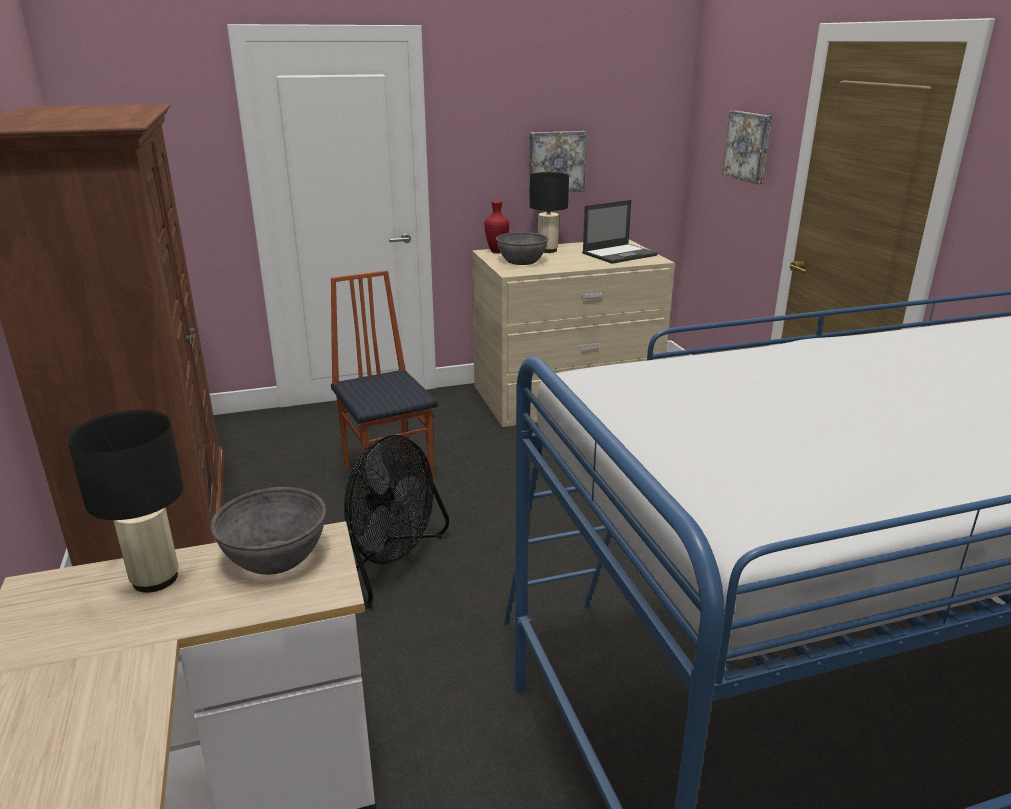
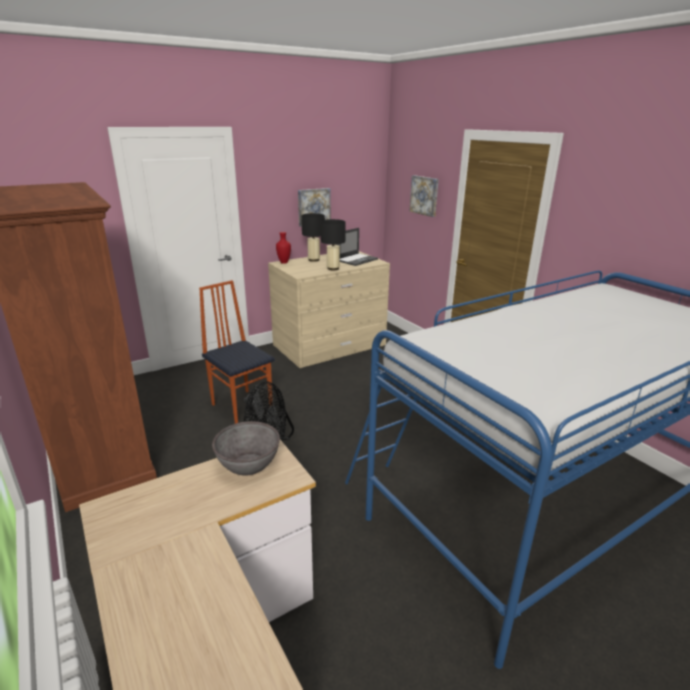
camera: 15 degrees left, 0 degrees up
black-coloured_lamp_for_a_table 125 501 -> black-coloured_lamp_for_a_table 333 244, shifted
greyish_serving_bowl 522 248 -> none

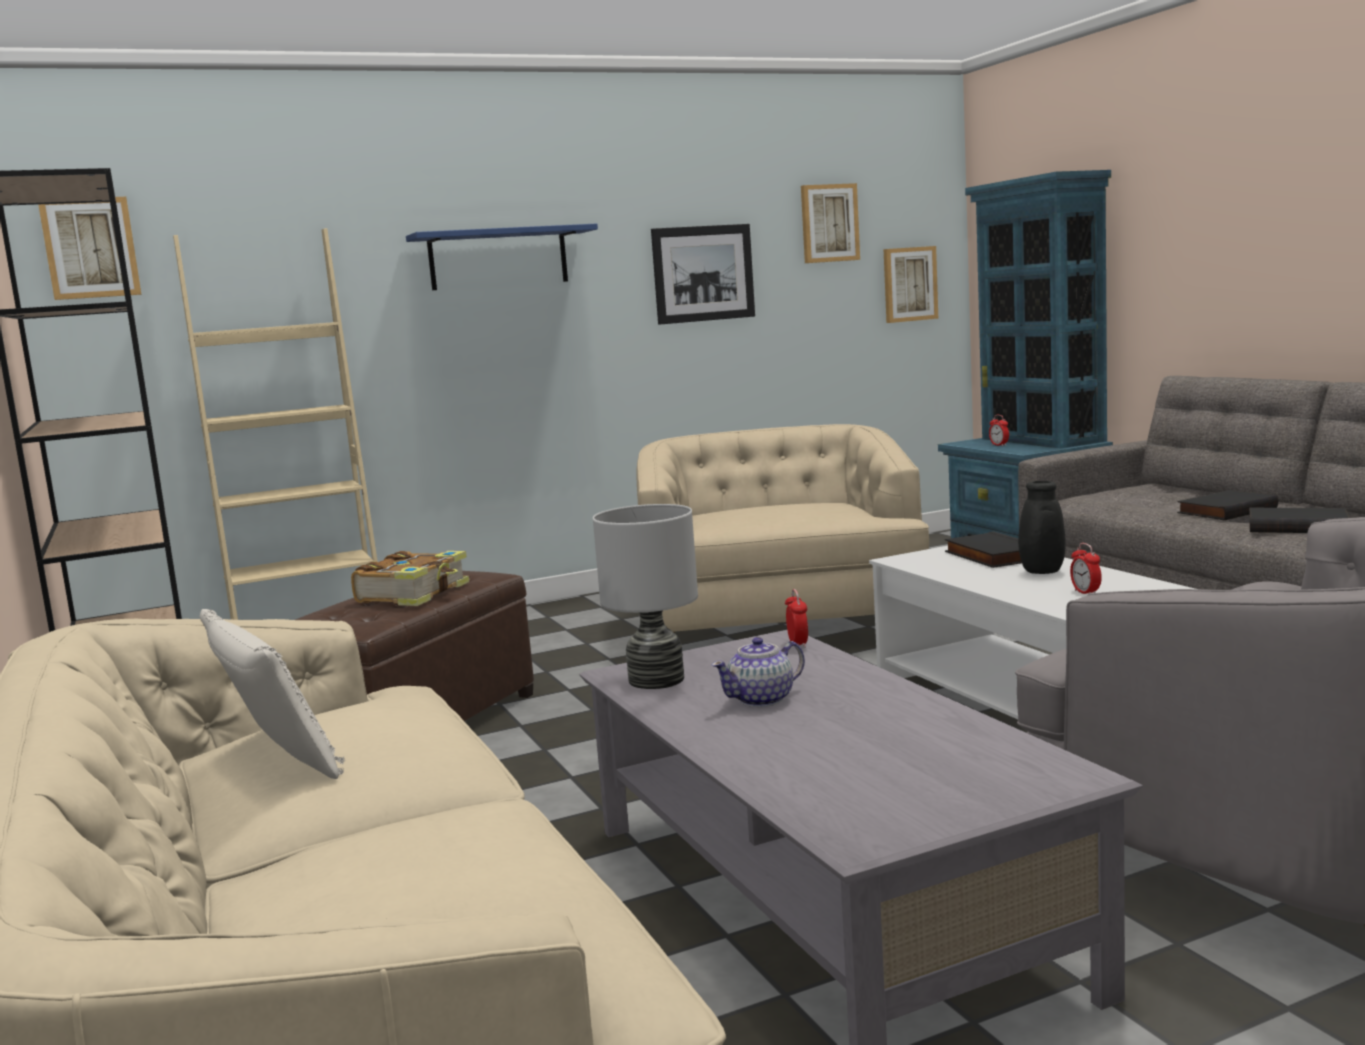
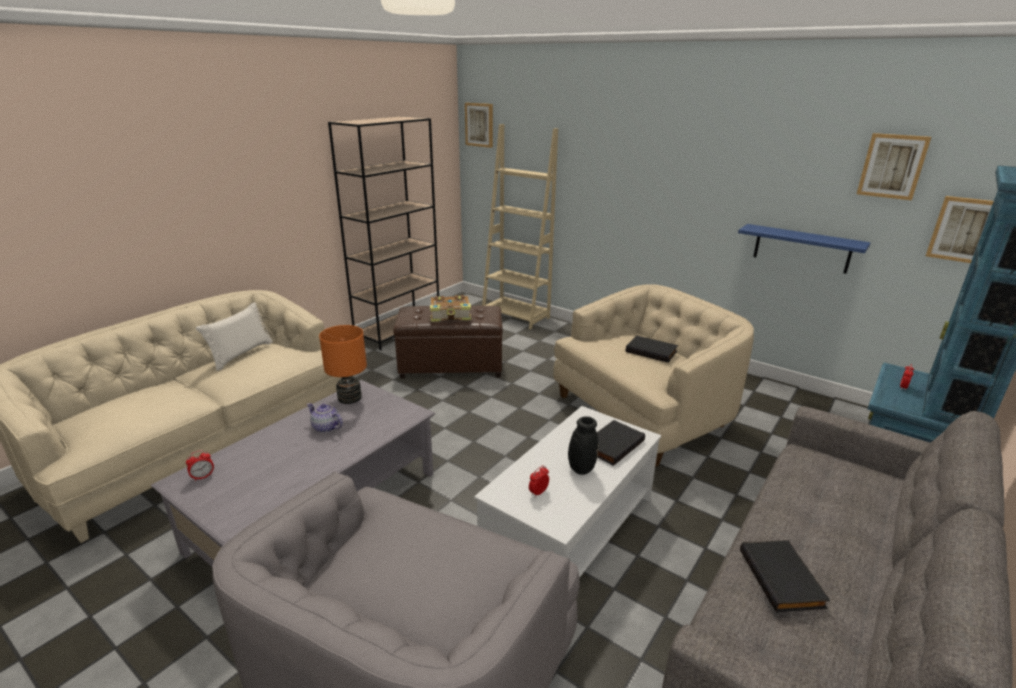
camera: 60 degrees right, 15 degrees up
bluish_shelf 502 256 -> bluish_shelf 804 249, shifted
greyish_lamp_for_a_table 645 596 -> orange-coloured_lamp_for_a_table 343 364
wall_art 703 274 -> none
table_clock 796 618 -> table_clock 200 465, shifted
black-coloured_bound_book 1227 505 -> black-coloured_bound_book 652 349, shifted

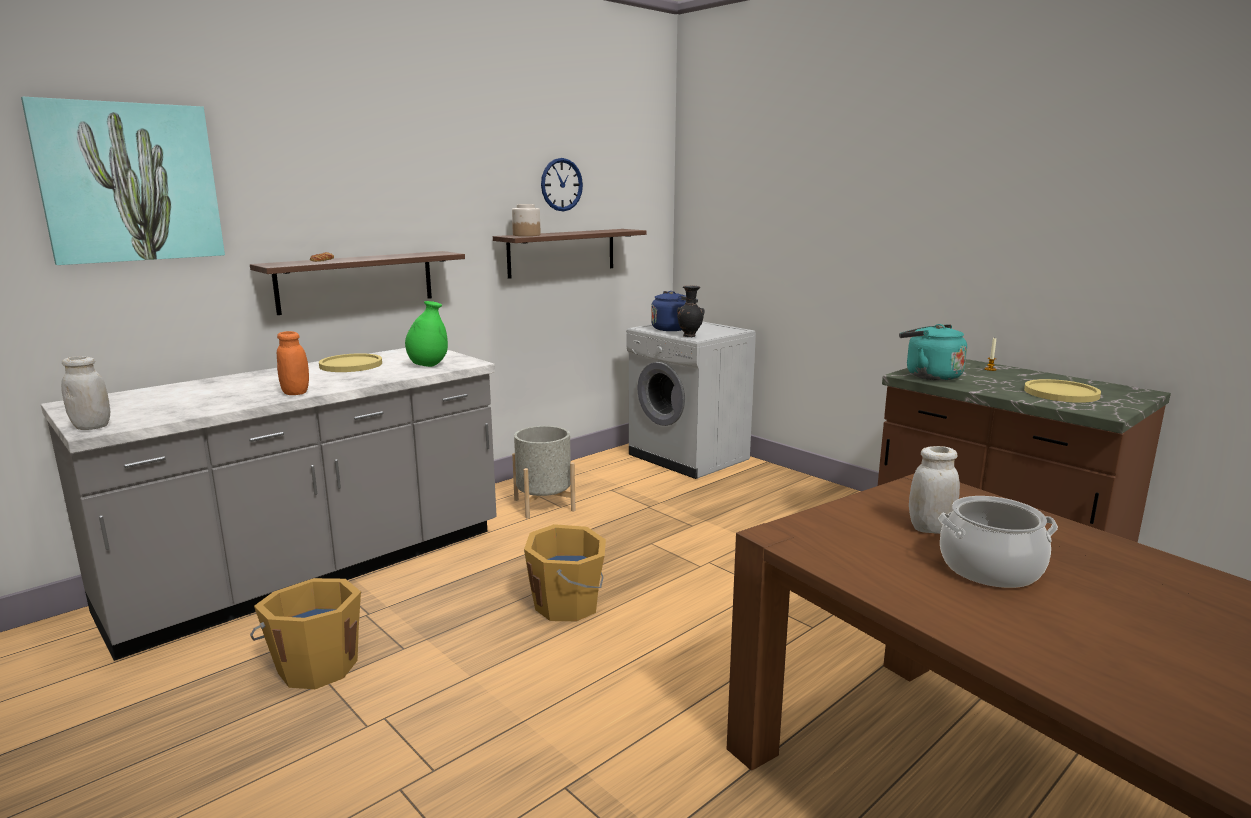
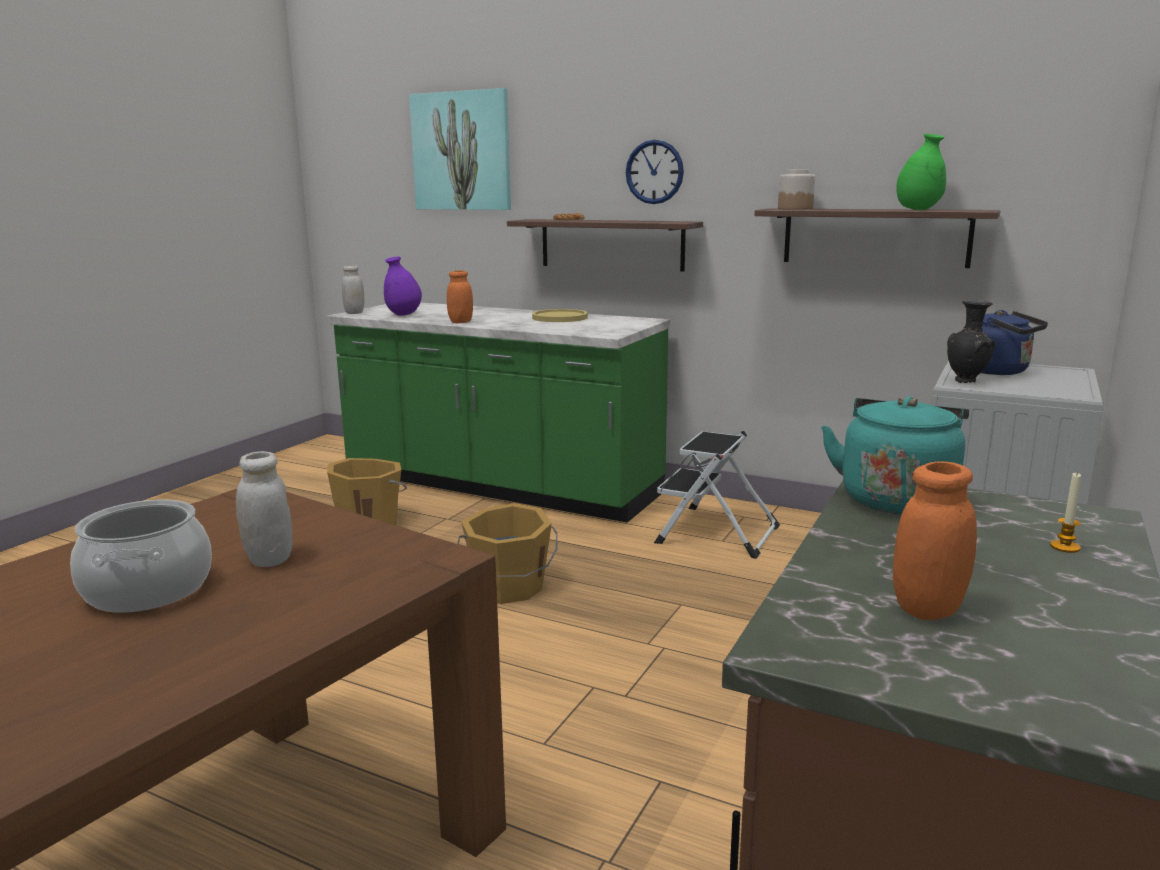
camera: 70 degrees right, 0 degrees up
greyish_counter 269 504 -> green-coloured_counter 498 413
green-coloured_flower_vase 426 334 -> green-coloured_flower_vase 921 172, shifted
greyish_planter 543 472 -> step_stool 717 495
clock_on_the_wall 562 184 -> clock_on_the_wall 655 172, shifted
yellow-coloured_plate 1062 391 -> orange-coloured_jar 935 540
none -> purple_flower_vase 403 286

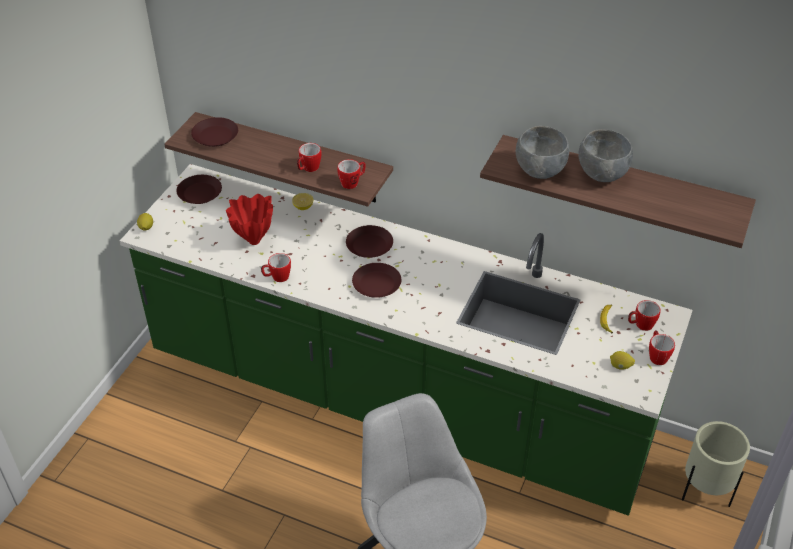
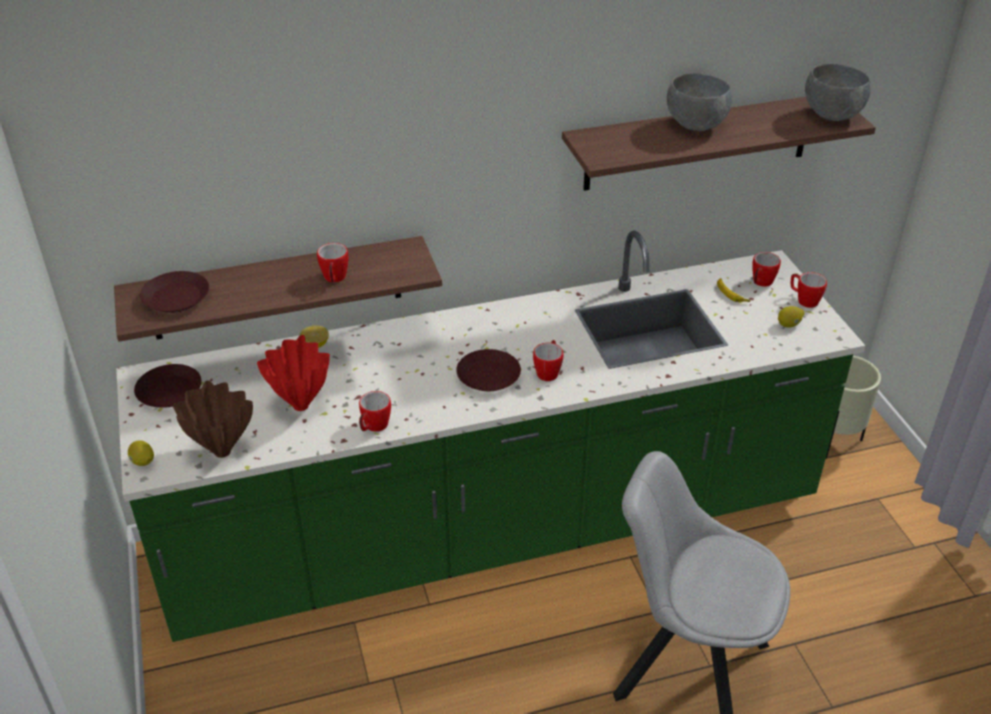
camera: 40 degrees left, 5 degrees down
coffee_mug 351 174 -> coffee_mug 548 360, shifted
brown-coloured_plate 369 241 -> none
greyish_serving_bowl 542 152 -> greyish_serving_bowl 838 92, shifted
none -> brown-coloured_flower_vase 213 419

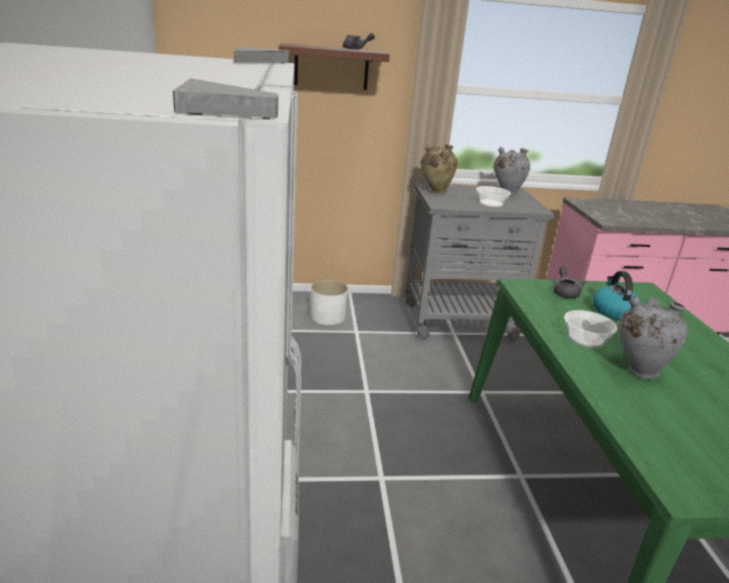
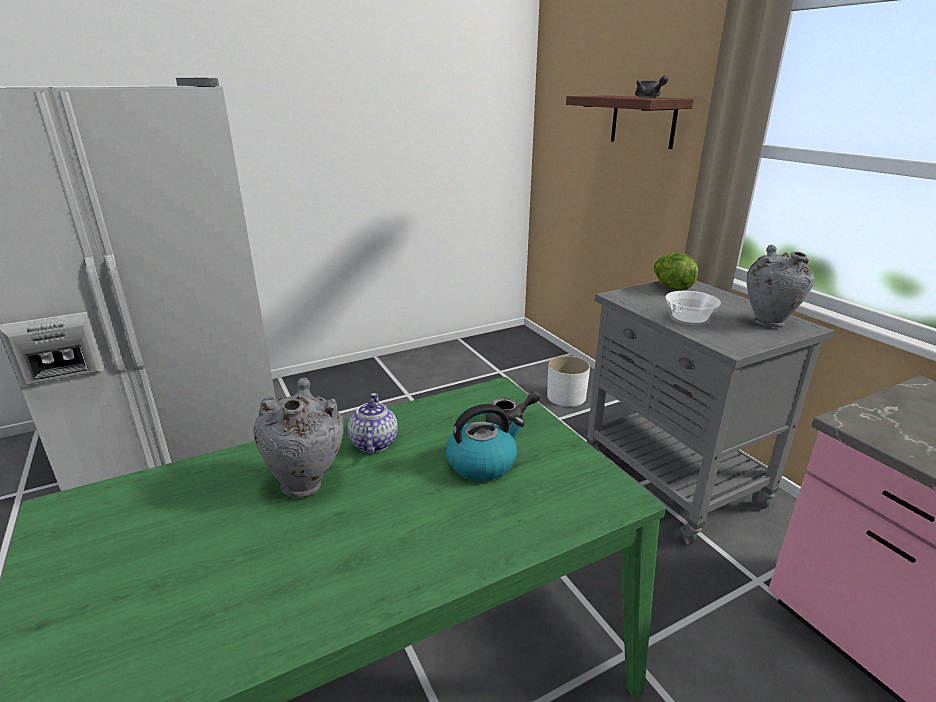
camera: 70 degrees right, 0 degrees up
beige-coloured_flower_vase 439 168 -> lettuce 676 271
serving_bowl 590 329 -> pot_for_tea 373 423

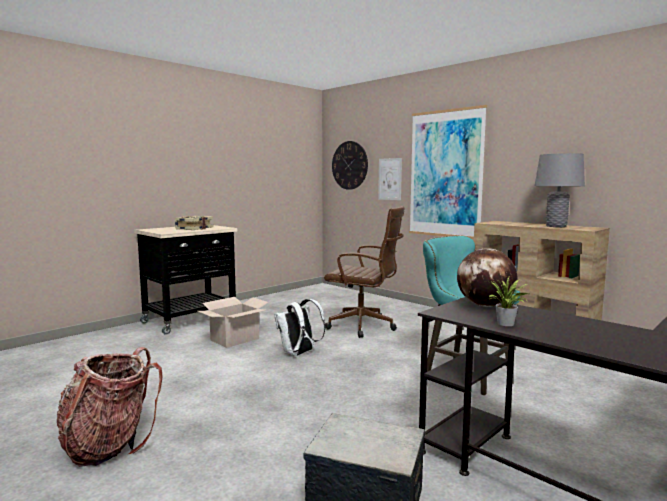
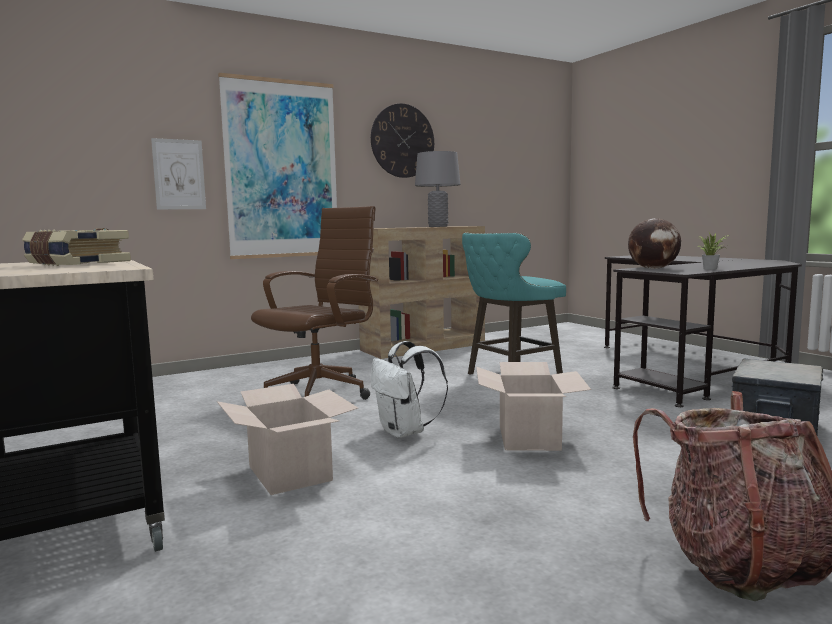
camera: 75 degrees left, 0 degrees up
clock_on_the_wall 350 165 -> clock_on_the_wall 402 141, shifted
none -> cardboard_box 533 406

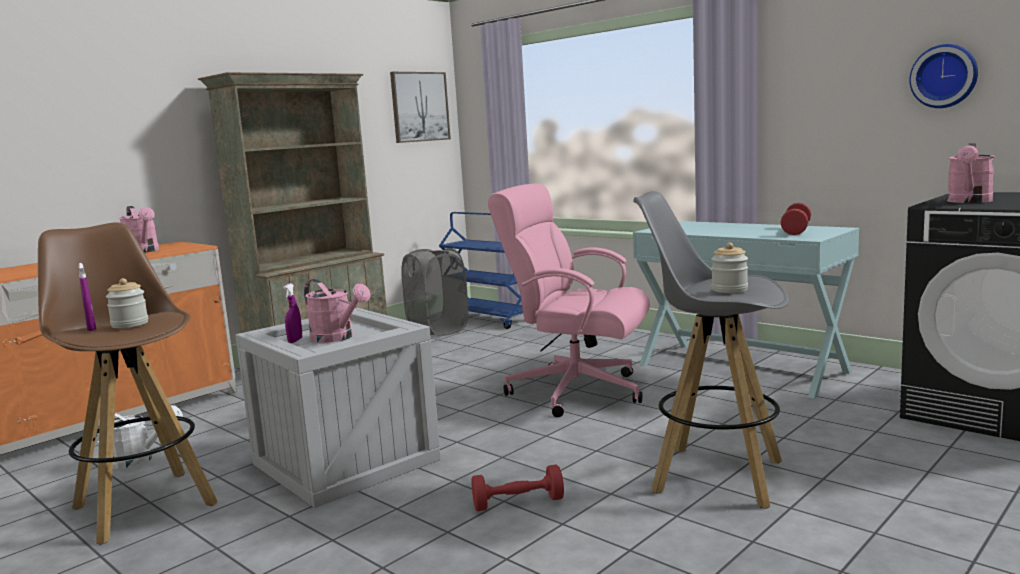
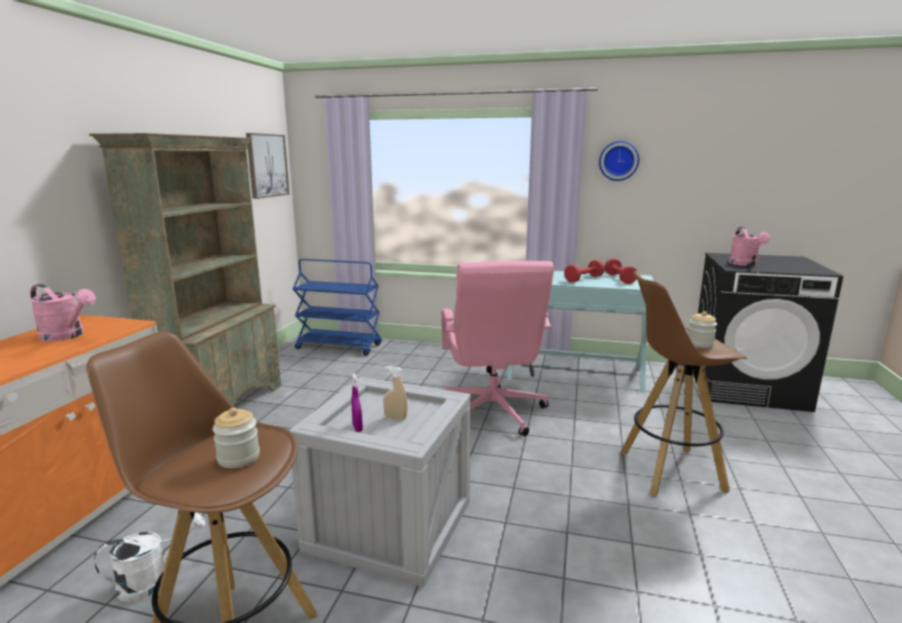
camera: 30 degrees left, 5 degrees up
purple_sprayer 87 297 -> none
pink-coloured_watering_can 337 311 -> beige-coloured_sprayer 395 393
greyish_hamper 434 292 -> none
reddish_dumbbell 517 487 -> reddish_dumbbell 584 271, shifted
pink-coloured_desk_chair 569 300 -> pink-coloured_desk_chair 497 348, 90 degrees counterclockwise
greyish_sitting_stool 711 350 -> brown-coloured_sitting_stool 683 384
clock_on_the_wall 943 76 -> clock_on_the_wall 619 161, shifted

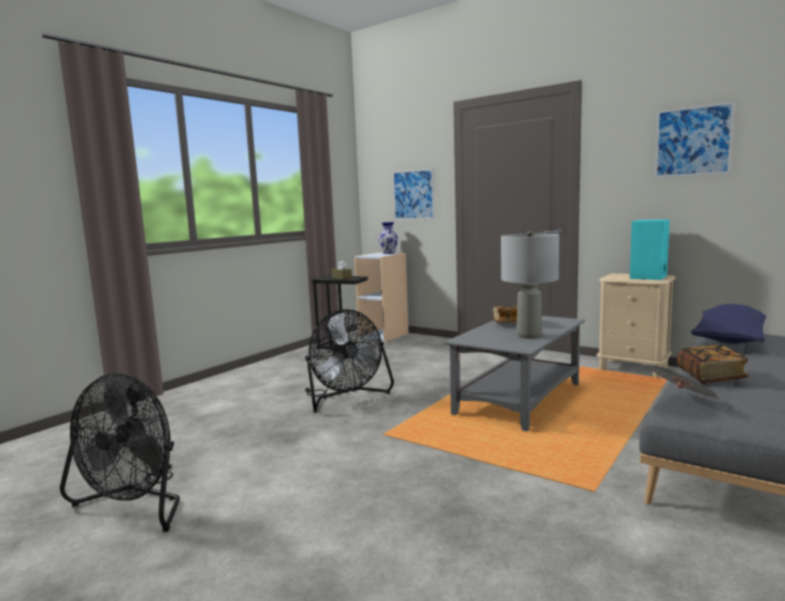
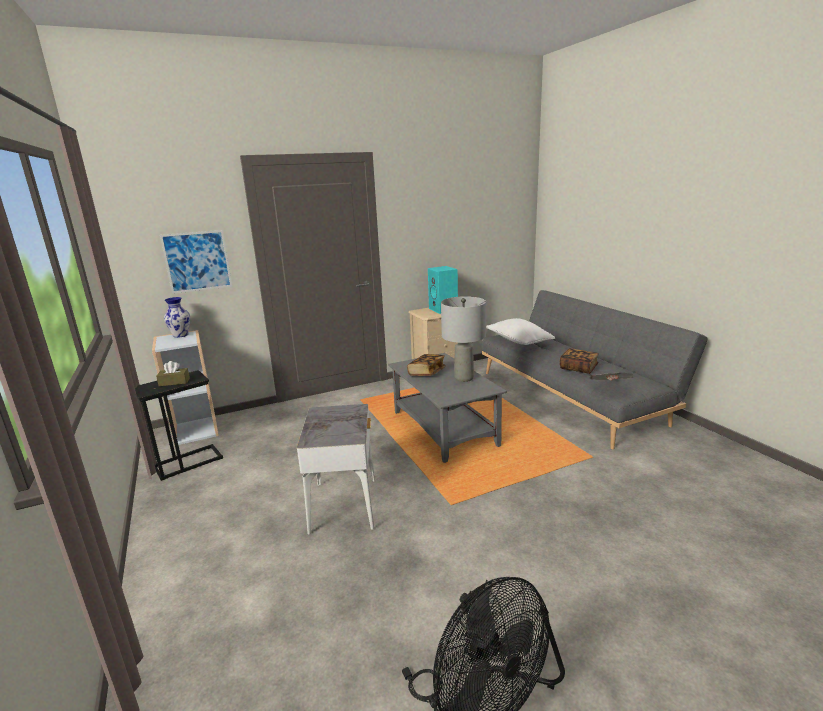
camera: 60 degrees left, 10 degrees up
black-coloured_electric_fan 349 361 -> side_table 336 469
wall_art 694 139 -> none
bluish_pillow 728 324 -> white_pillow 520 331

